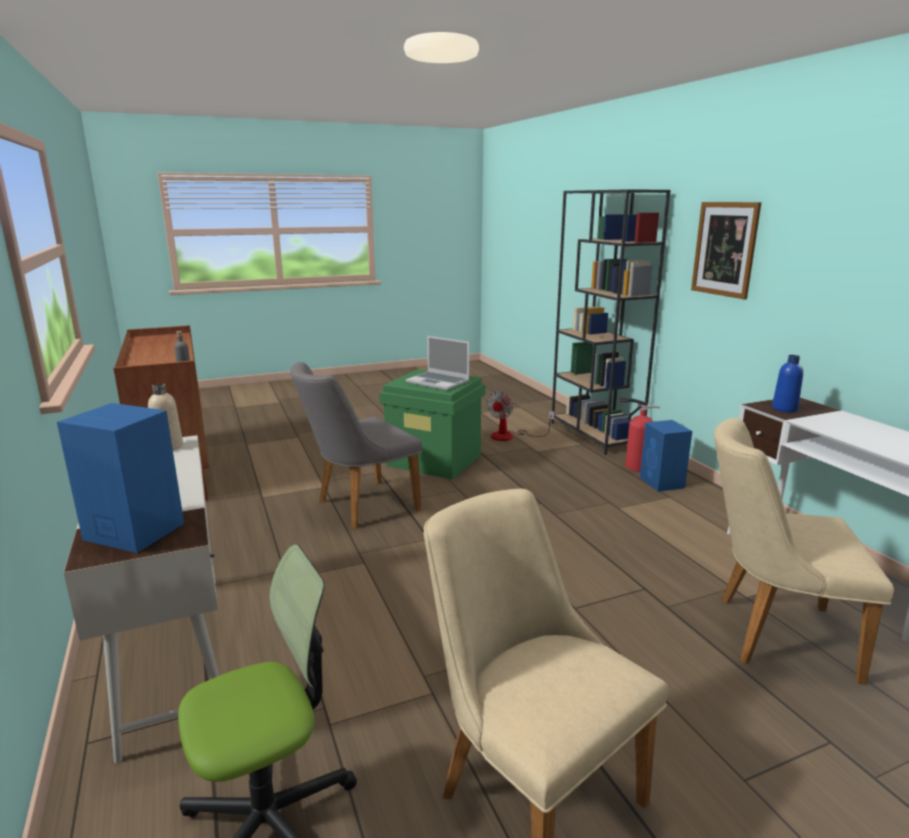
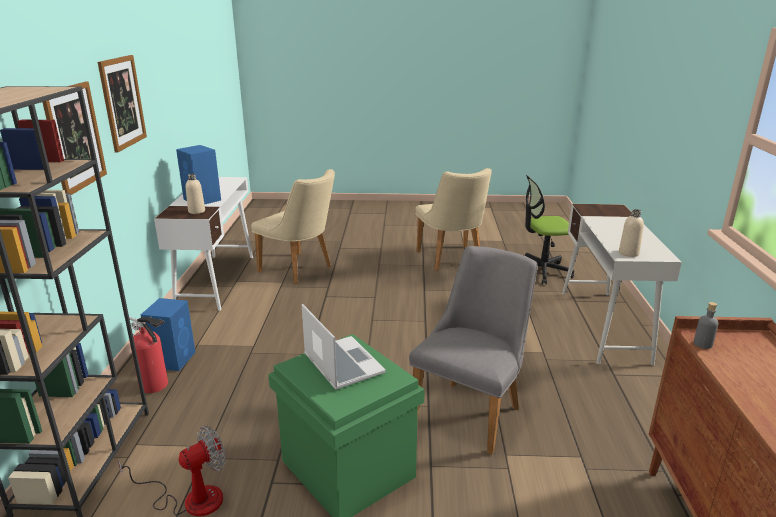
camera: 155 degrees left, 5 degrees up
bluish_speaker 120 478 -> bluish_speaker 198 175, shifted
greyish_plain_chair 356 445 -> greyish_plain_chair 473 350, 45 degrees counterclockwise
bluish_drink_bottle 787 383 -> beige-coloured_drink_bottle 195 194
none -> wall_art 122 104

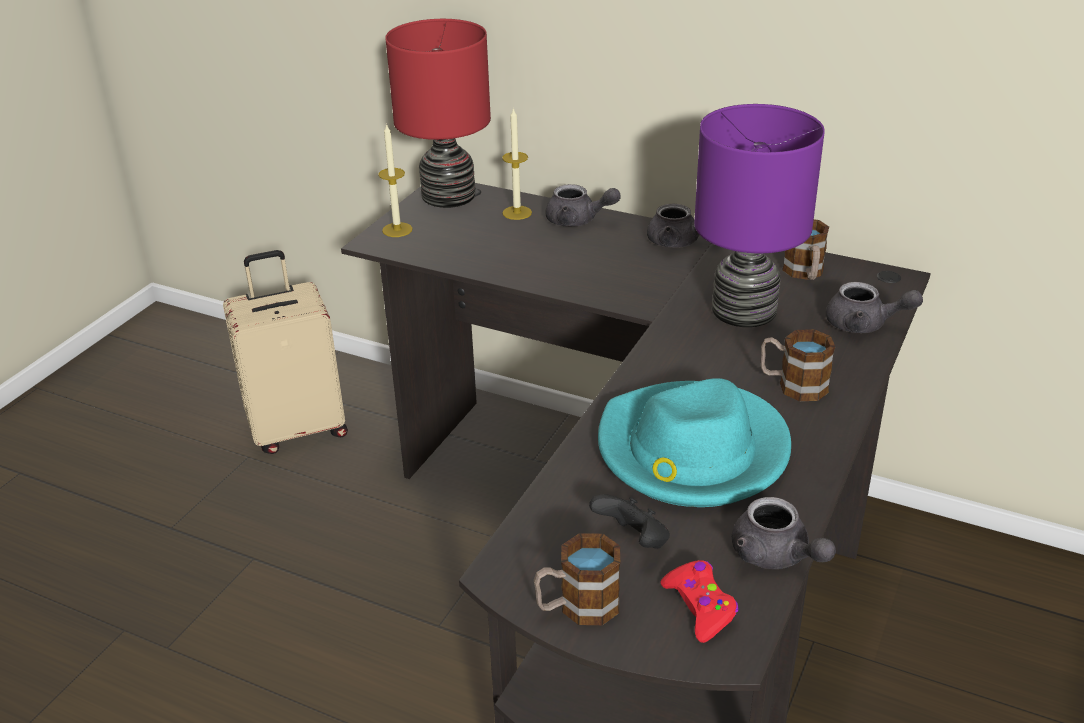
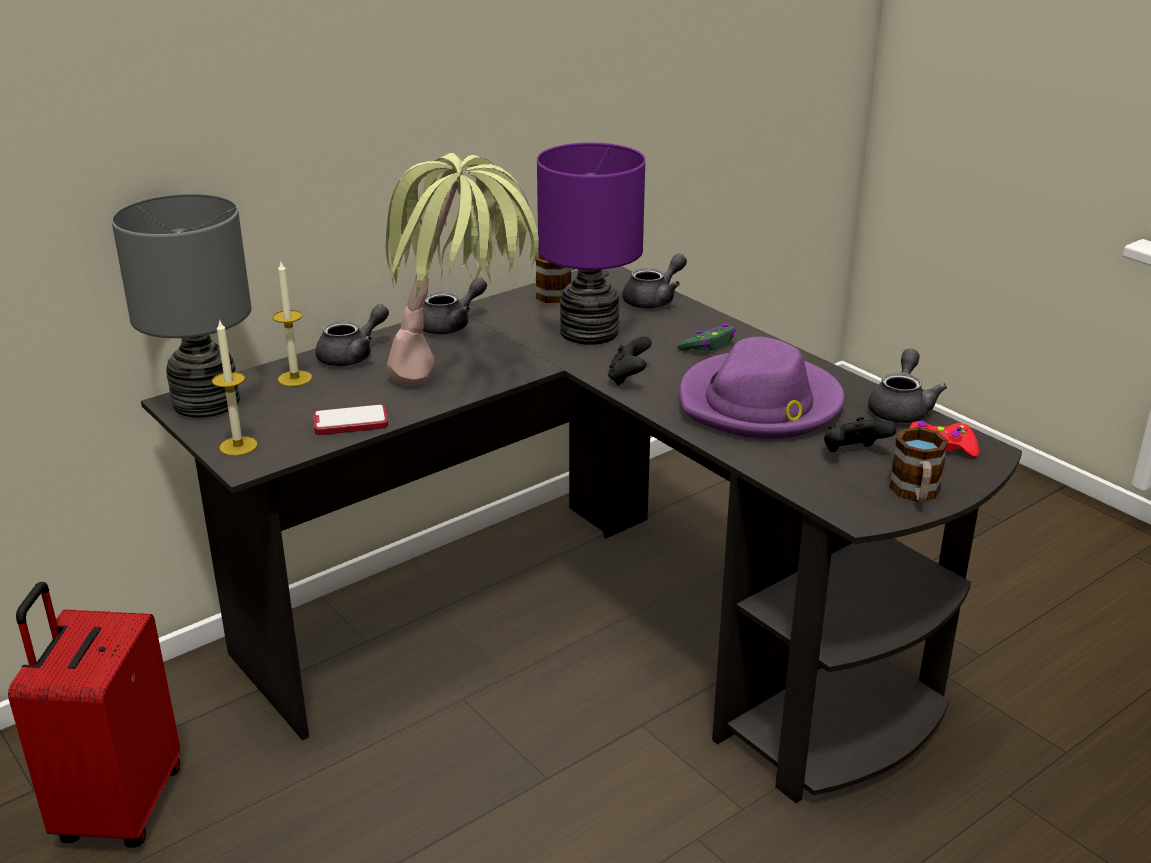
camera: 65 degrees left, 5 degrees down
beige-coloured_piece_of_luggage 285 352 -> reddish_piece_of_luggage 94 715
reddish_lamp_for_a_table 438 113 -> greyish_lamp_for_a_table 181 305
turquoise-coloured_hat 694 442 -> purple_hat 762 388
greyish_pot_for_tea 784 533 -> greyish_pot_for_tea 907 386, 60 degrees counterclockwise
coffee_mug 798 365 -> green-coloured_gamepad 706 337
none -> handset 350 419
none -> plant_in_a_pot 462 269
none -> black-coloured_gamepad 630 361

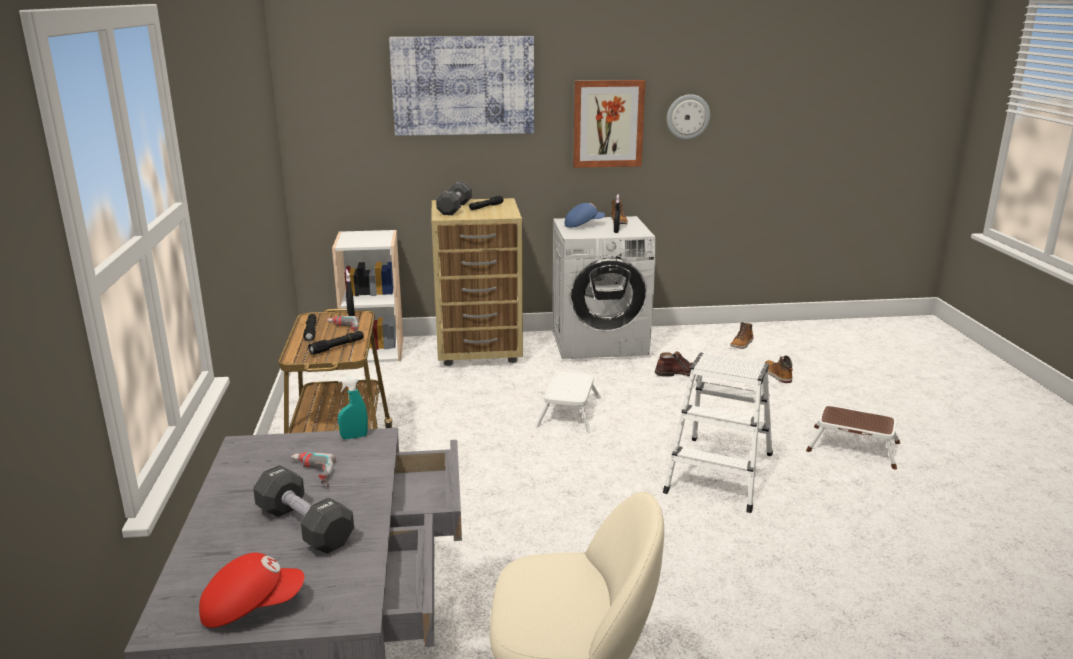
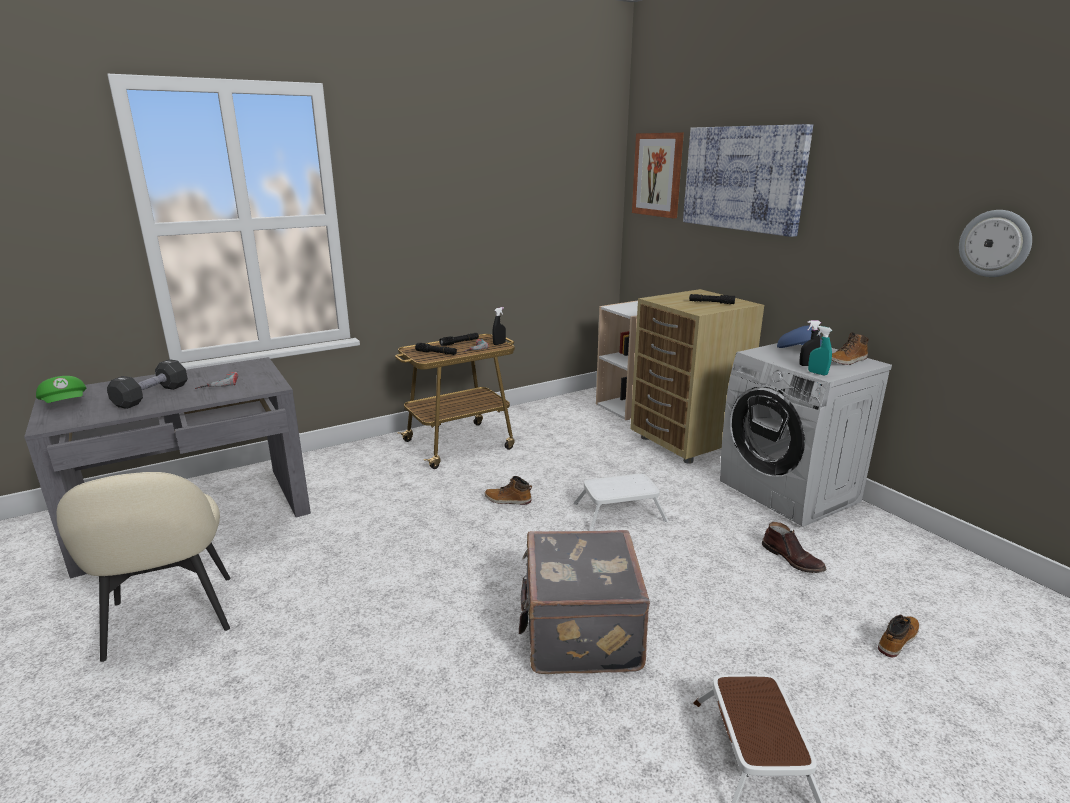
camera: 65 degrees right, 0 degrees up
reddish_baseball_cap 251 590 -> green-coloured_baseball_cap 61 389
turquoise-coloured_sprayer 353 408 -> turquoise-coloured_sprayer 820 351, shifted
black-coloured_dumbbell 454 198 -> none
wall_art 609 124 -> wall_art 658 175, shifted
white_step_stool 718 432 -> greyish_piece_of_luggage 584 602
tall_boot 741 335 -> tall_boot 508 490, shifted

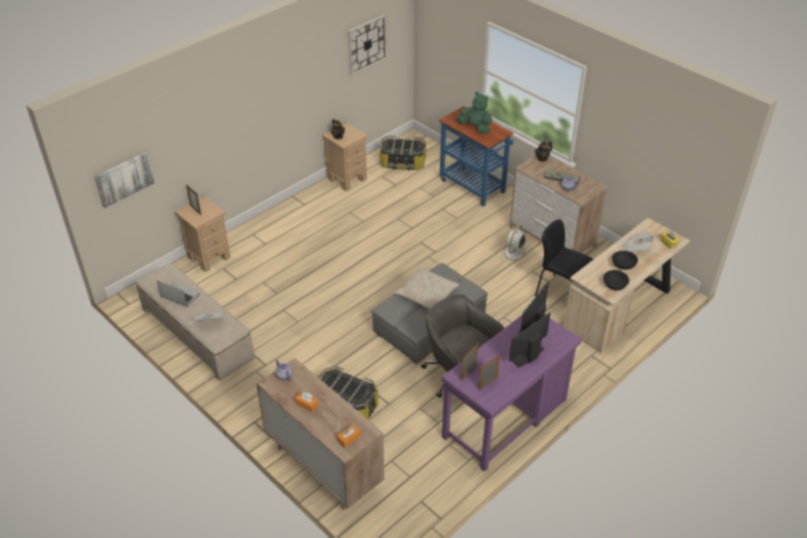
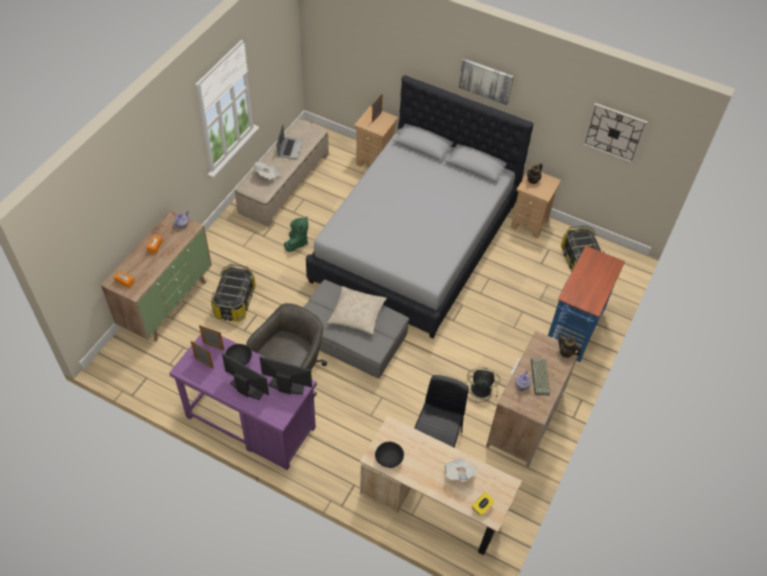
camera: 70 degrees right, 10 degrees up
wall_art 124 180 -> wall_art 486 81, shifted
green-coloured_soft_toy 474 113 -> green-coloured_soft_toy 296 234, shifted
white_electric_fan 514 244 -> black-coloured_electric_fan 483 385
black-coloured_serving_bowl 625 260 -> black-coloured_serving_bowl 238 354, shifted
none -> greyish_bedroom_bed 420 207

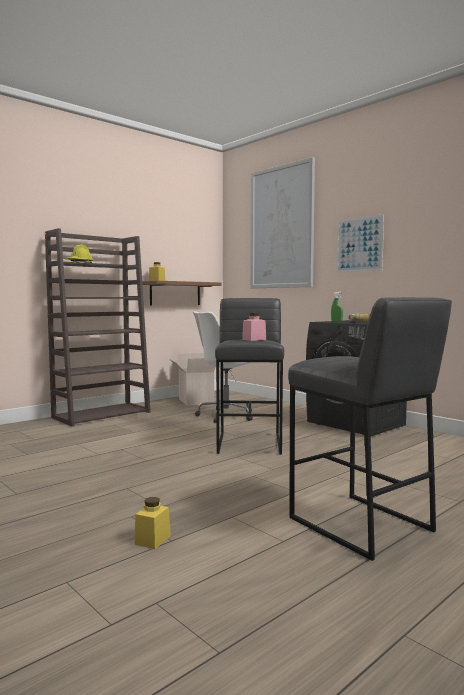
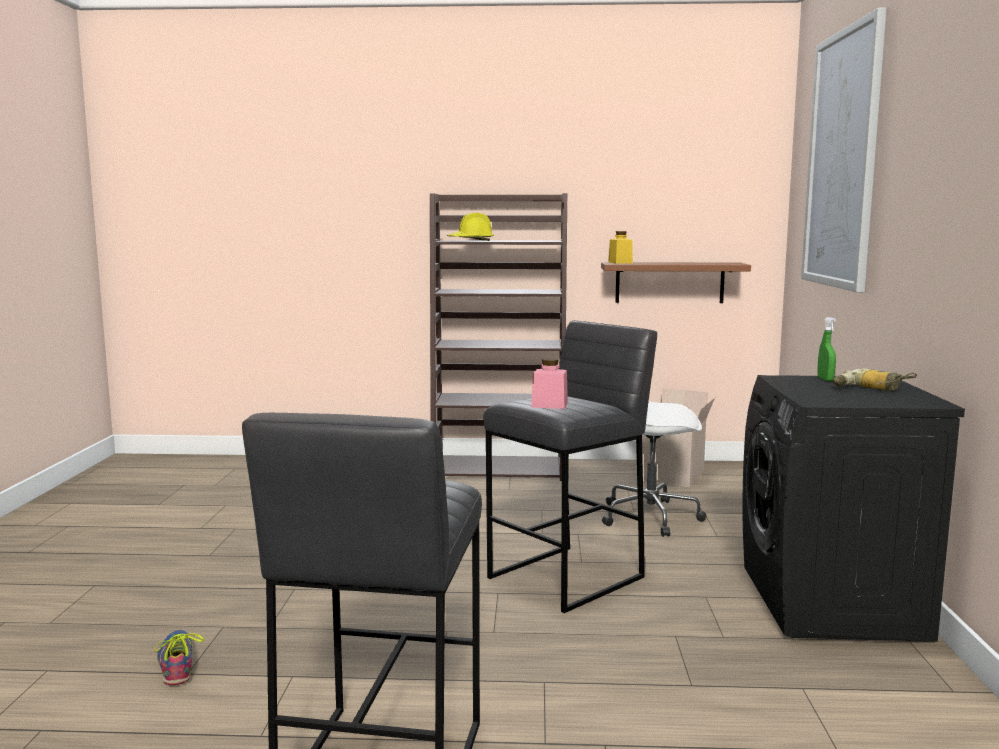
camera: 45 degrees right, 5 degrees up
yellow-coloured_jar 152 523 -> low_shoe 179 657
wall_art 360 243 -> none

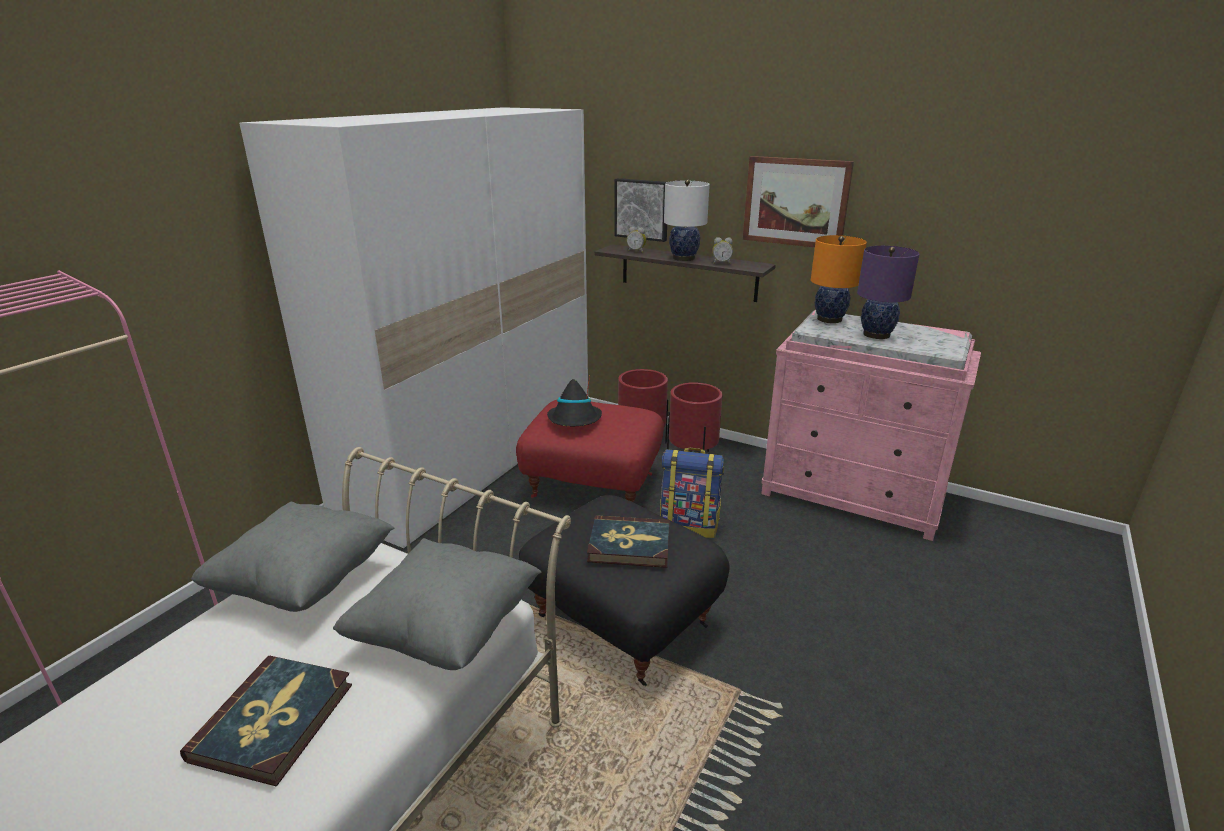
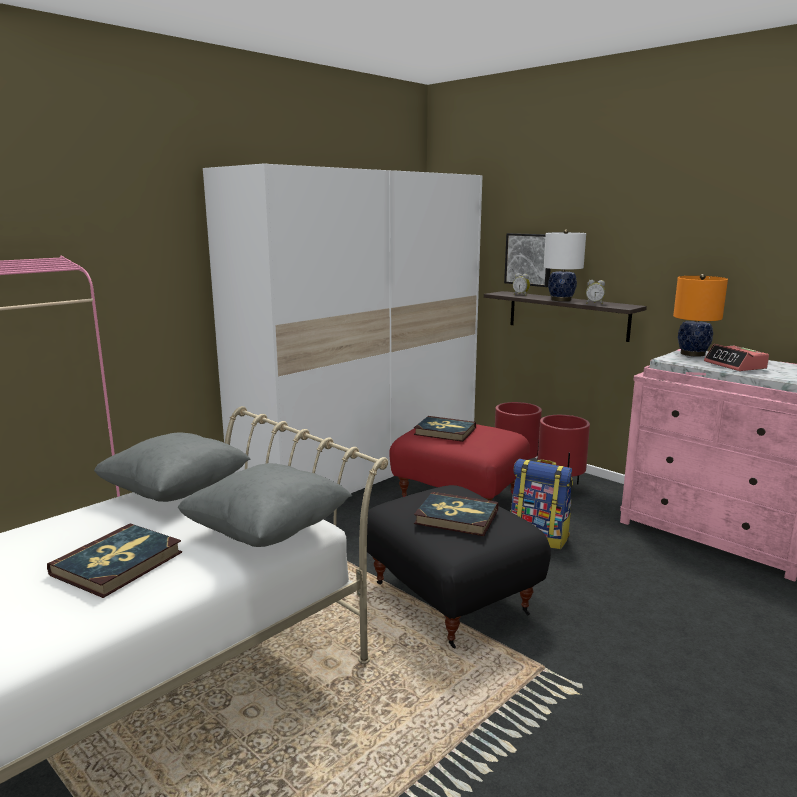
camera: 15 degrees right, 10 degrees down
black-coloured_hat 574 400 -> bound_book 445 429
wall_art 798 201 -> none
purple_lamp_for_a_table 888 292 -> table_clock 736 357

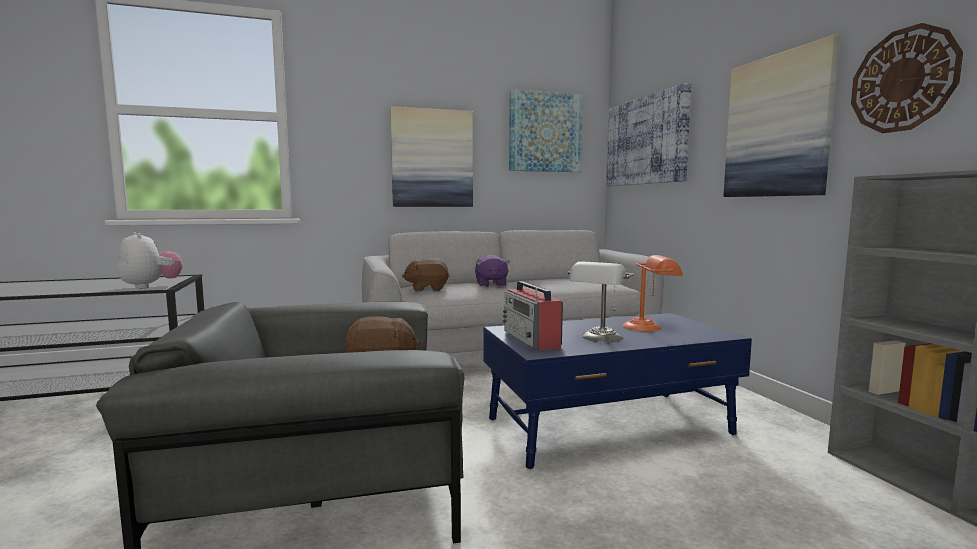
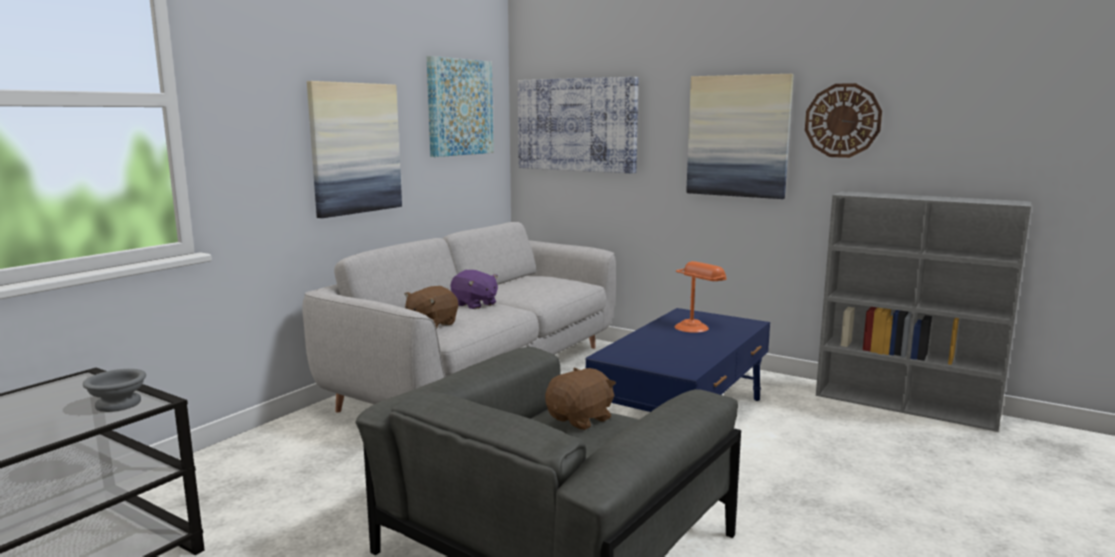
camera: 40 degrees left, 5 degrees up
soft_toy 150 260 -> greyish_serving_bowl 114 390
radio 532 316 -> none
white_lamp_for_a_table 601 302 -> none

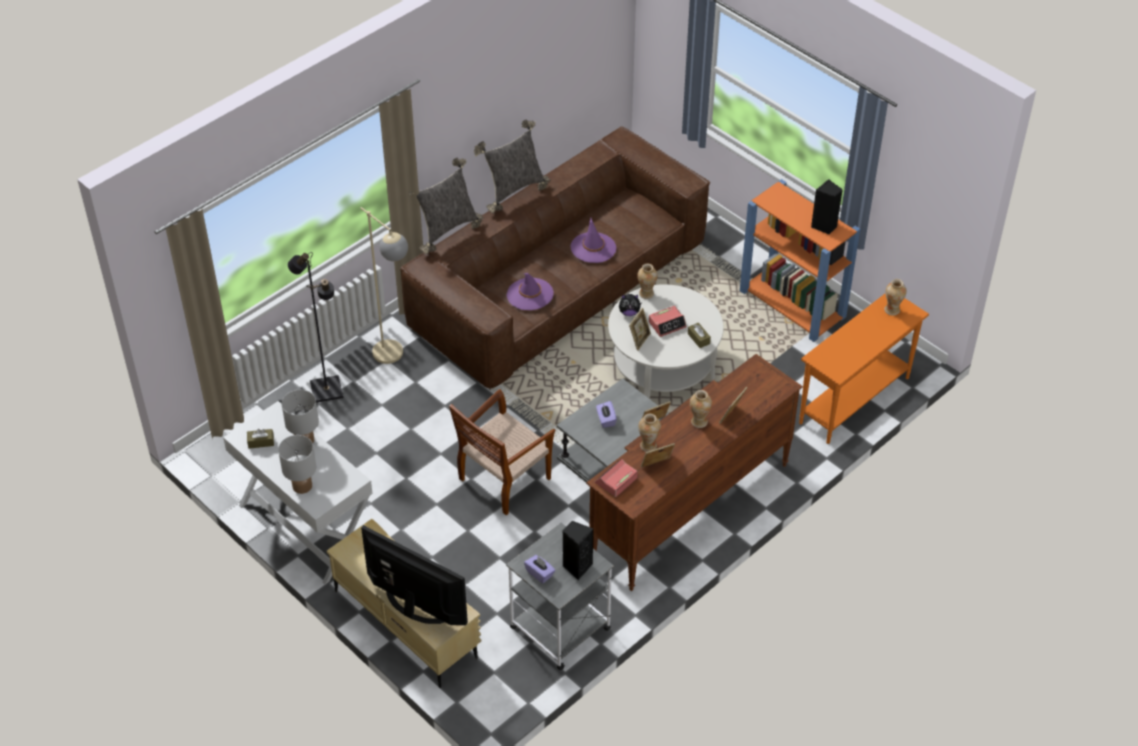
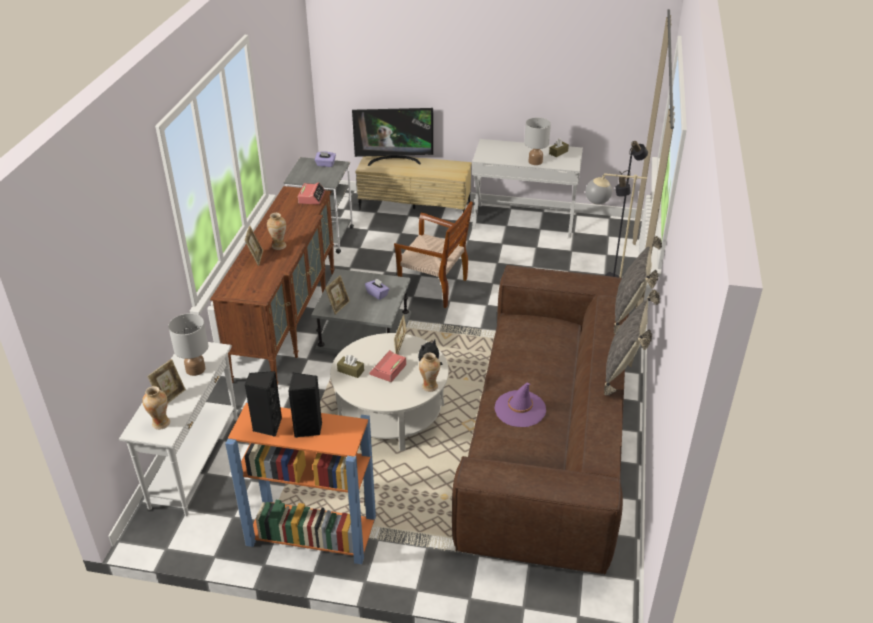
camera: 145 degrees right, 10 degrees down
greyish_lamp_for_a_table 297 464 -> greyish_lamp_for_a_table 188 344, shifted
brown-coloured_armchair 502 452 -> brown-coloured_armchair 433 254, 105 degrees clockwise
purple_hat 530 291 -> none
black-coloured_speaker 578 550 -> black-coloured_speaker 305 405, shifted
flower_vase 649 432 -> none
standing_frame 658 455 -> standing_frame 166 381, shifted
orange-coloured_console_table 864 368 -> white_console_table 178 429

